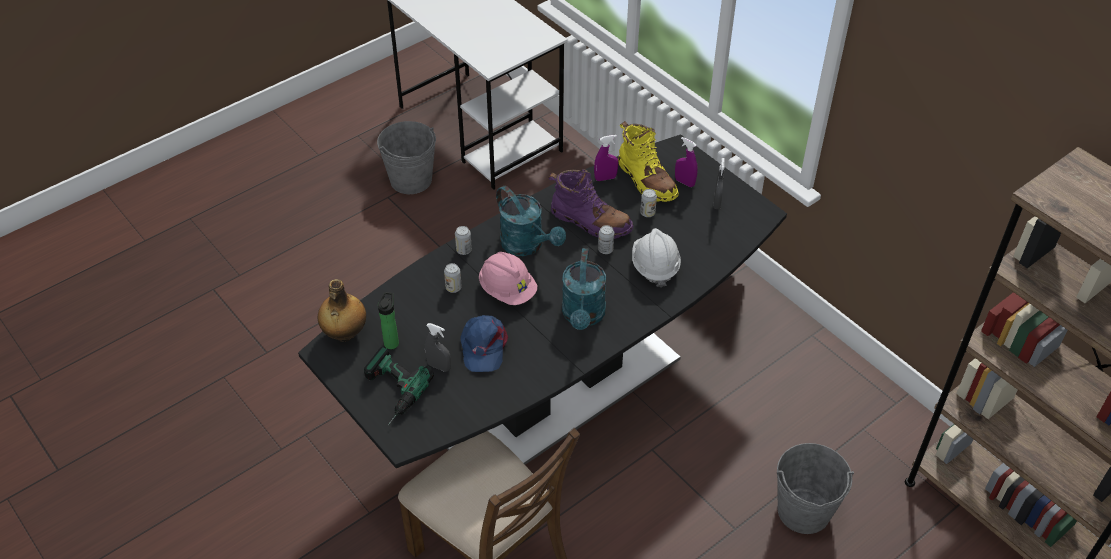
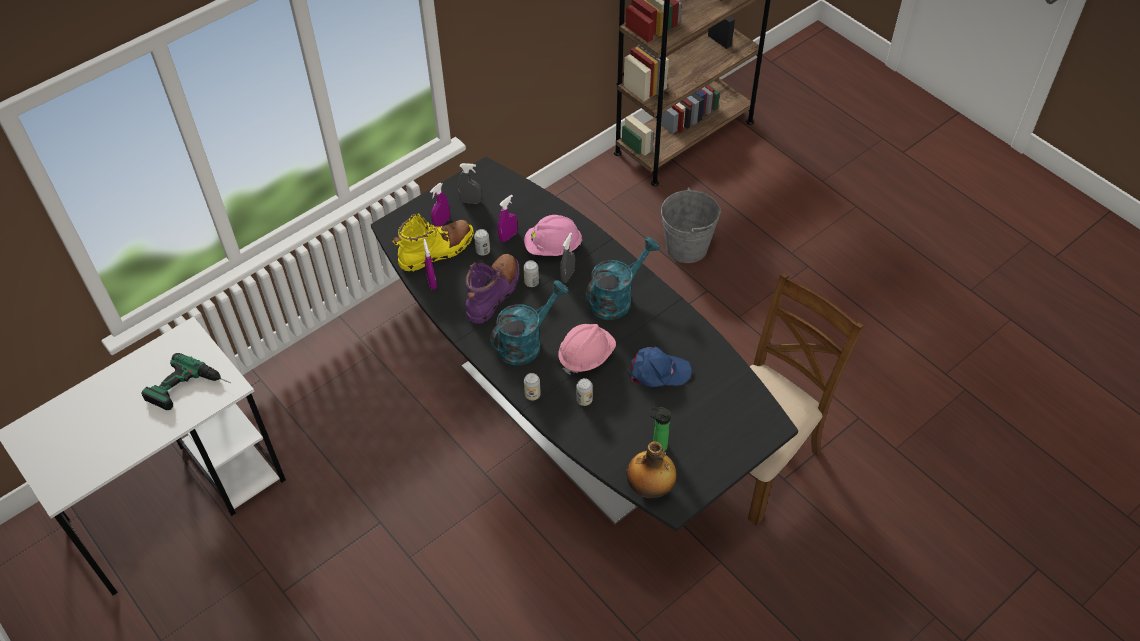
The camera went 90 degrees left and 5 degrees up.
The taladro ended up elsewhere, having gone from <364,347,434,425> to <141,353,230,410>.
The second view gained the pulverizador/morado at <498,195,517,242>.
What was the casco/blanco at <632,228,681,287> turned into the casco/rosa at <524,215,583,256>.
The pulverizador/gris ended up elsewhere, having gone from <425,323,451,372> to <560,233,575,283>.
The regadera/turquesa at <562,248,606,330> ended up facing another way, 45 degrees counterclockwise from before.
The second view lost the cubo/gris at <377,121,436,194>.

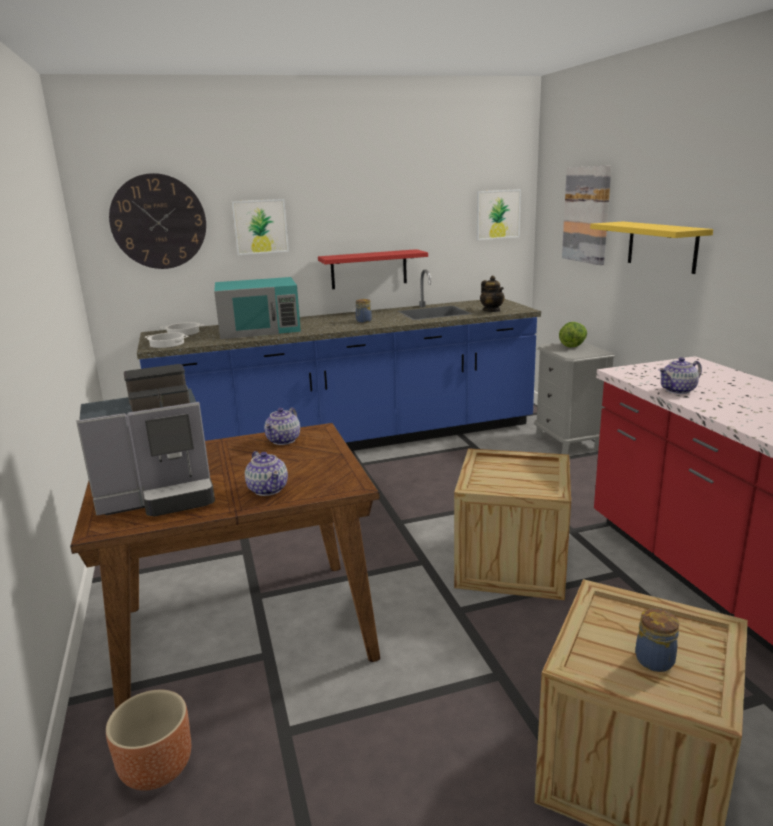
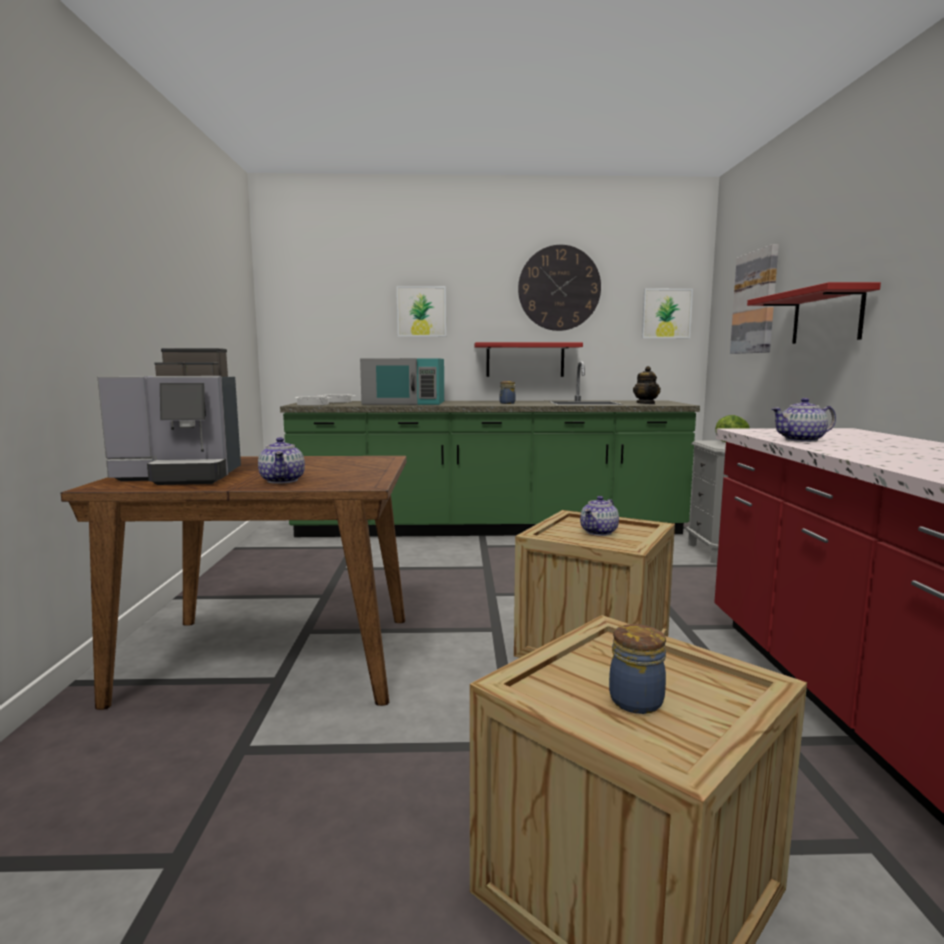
The camera went 15 degrees right and 10 degrees down.
What was the mueble bajo de cocina/azul at <137,269,541,451> turned into the mueble bajo de cocina/verde at <280,361,700,537>.
The reloj de pared ended up elsewhere, having gone from <109,173,206,269> to <518,245,601,331>.
The tetera ended up elsewhere, having gone from <264,407,300,445> to <580,496,619,536>.
What was the estante/amarillo at <590,222,713,274> turned into the estante/rojo at <747,282,881,344>.
The second view lost the maceta/marrón at <106,690,191,790>.

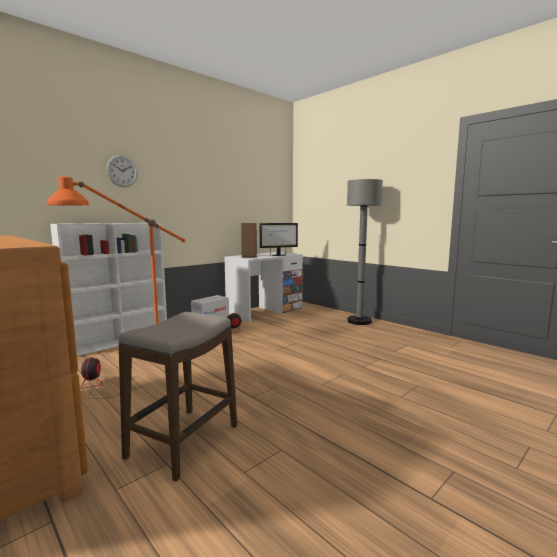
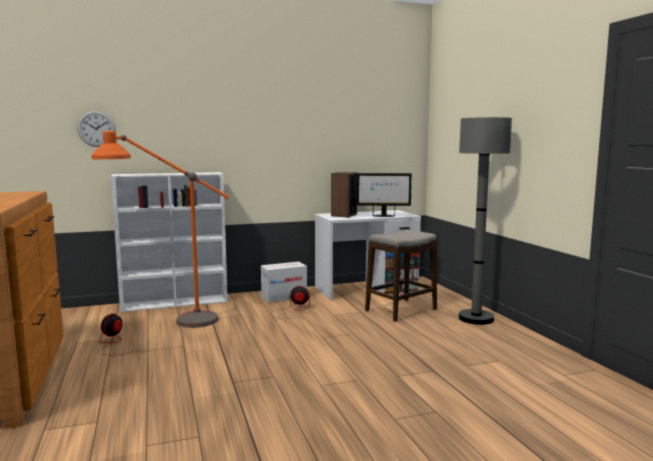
The camera went 25 degrees right and 0 degrees up.
The reloj de pared ended up elsewhere, having gone from <106,155,138,187> to <77,111,116,147>.
The taburete ended up elsewhere, having gone from <119,312,237,482> to <365,230,437,322>.

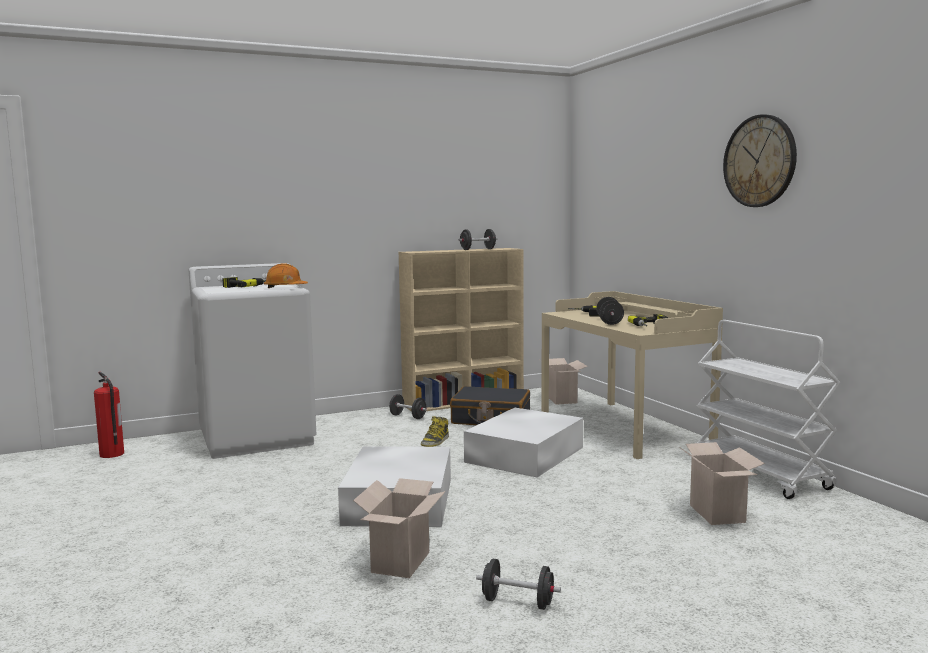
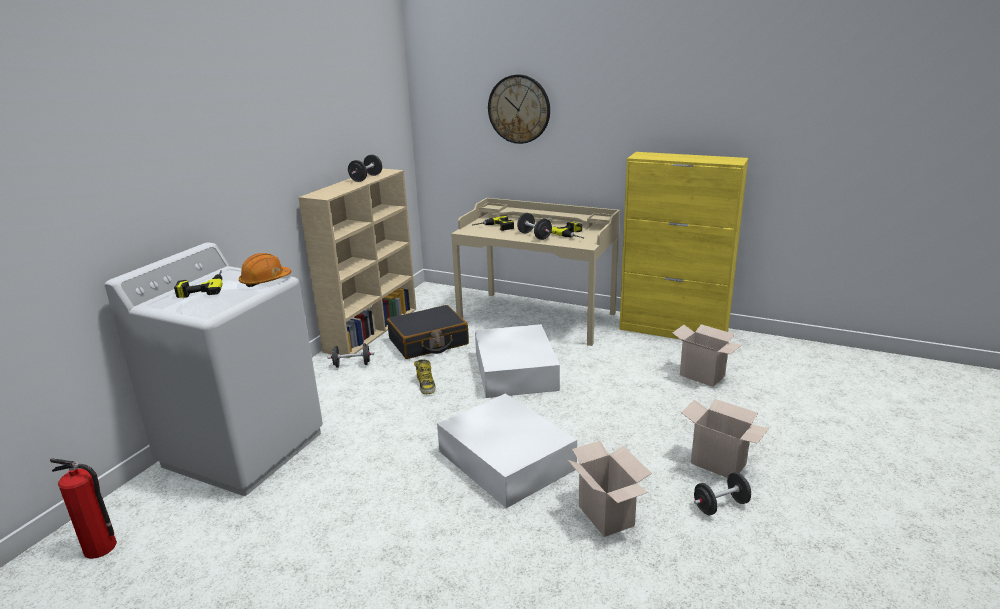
The camera went 40 degrees left and 15 degrees up.
The reloj de pared ended up elsewhere, having gone from <723,114,797,207> to <488,74,550,144>.
Where the carrito/blanco stood at <696,320,841,499>, the armario/amarillo came to stand at <619,152,748,339>.
The caja de cartón ended up elsewhere, having gone from <540,358,588,405> to <681,399,769,478>.

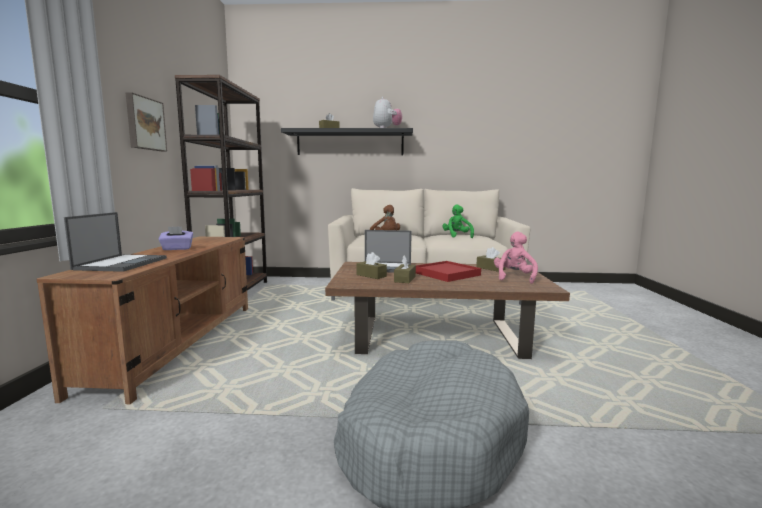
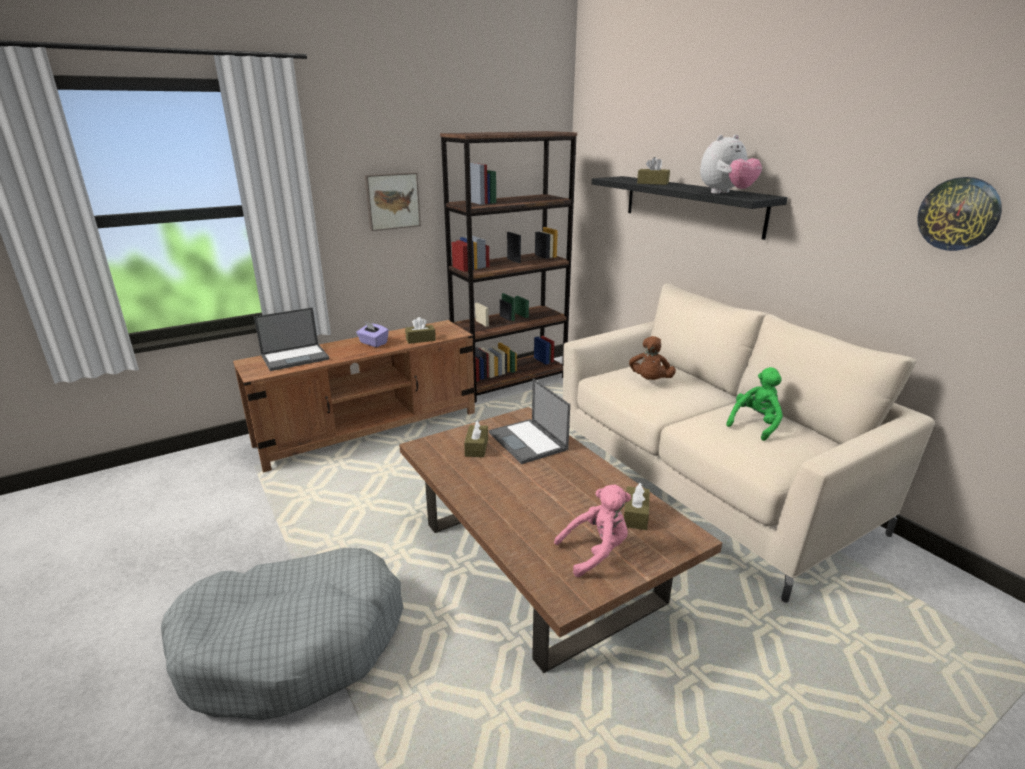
The camera went 55 degrees right and 15 degrees up.
The caja de pañuelos/marrón ended up elsewhere, having gone from <394,255,416,283> to <405,317,436,344>.
The second view gained the reloj de pared at <917,177,1002,251>.
The second view lost the bandeja/rojo at <416,261,481,282>.

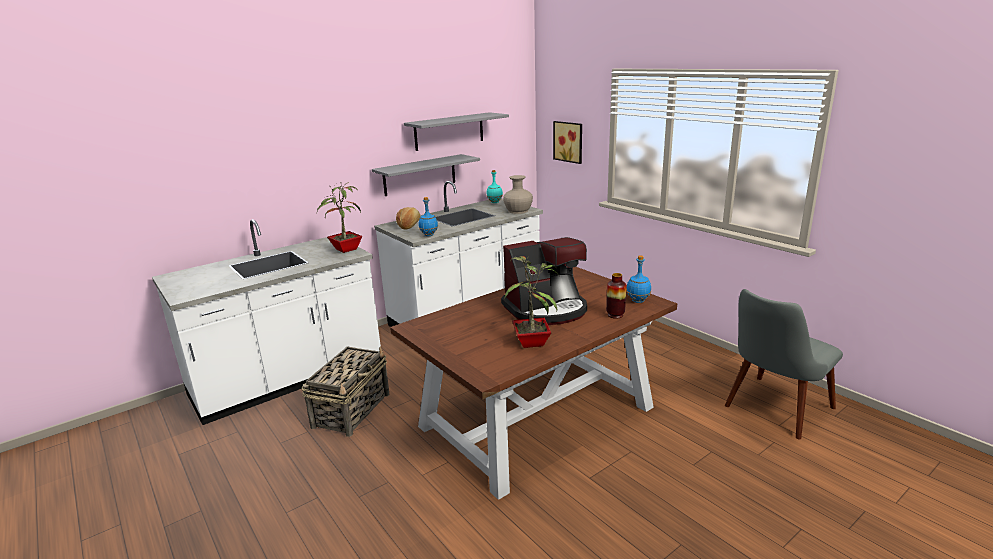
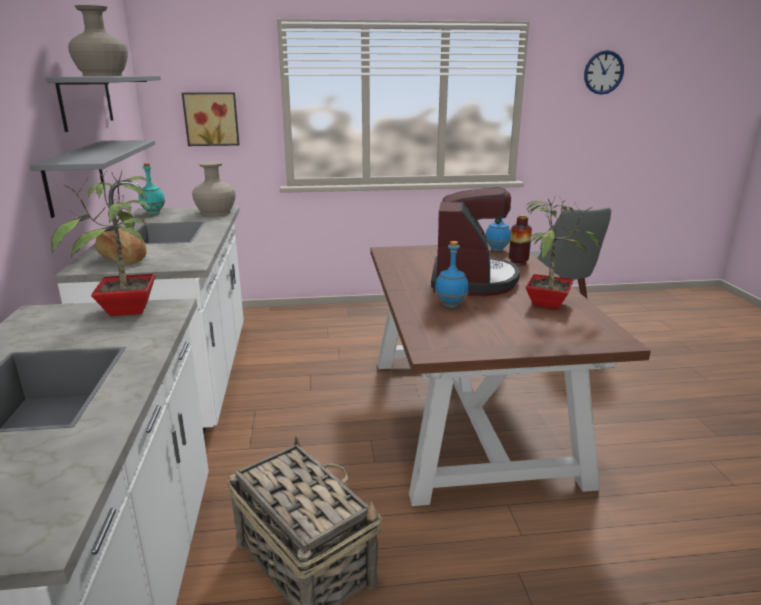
The camera went 60 degrees left and 0 degrees up.
The second view gained the florero/beis at <68,5,128,76>.
The botella/azul ended up elsewhere, having gone from <418,197,438,236> to <435,241,468,308>.
The second view gained the reloj de pared at <584,50,624,95>.

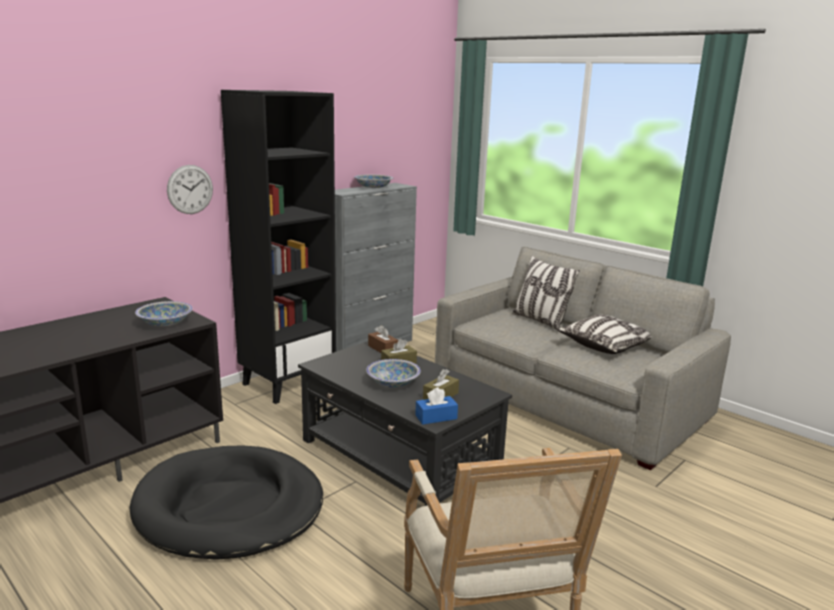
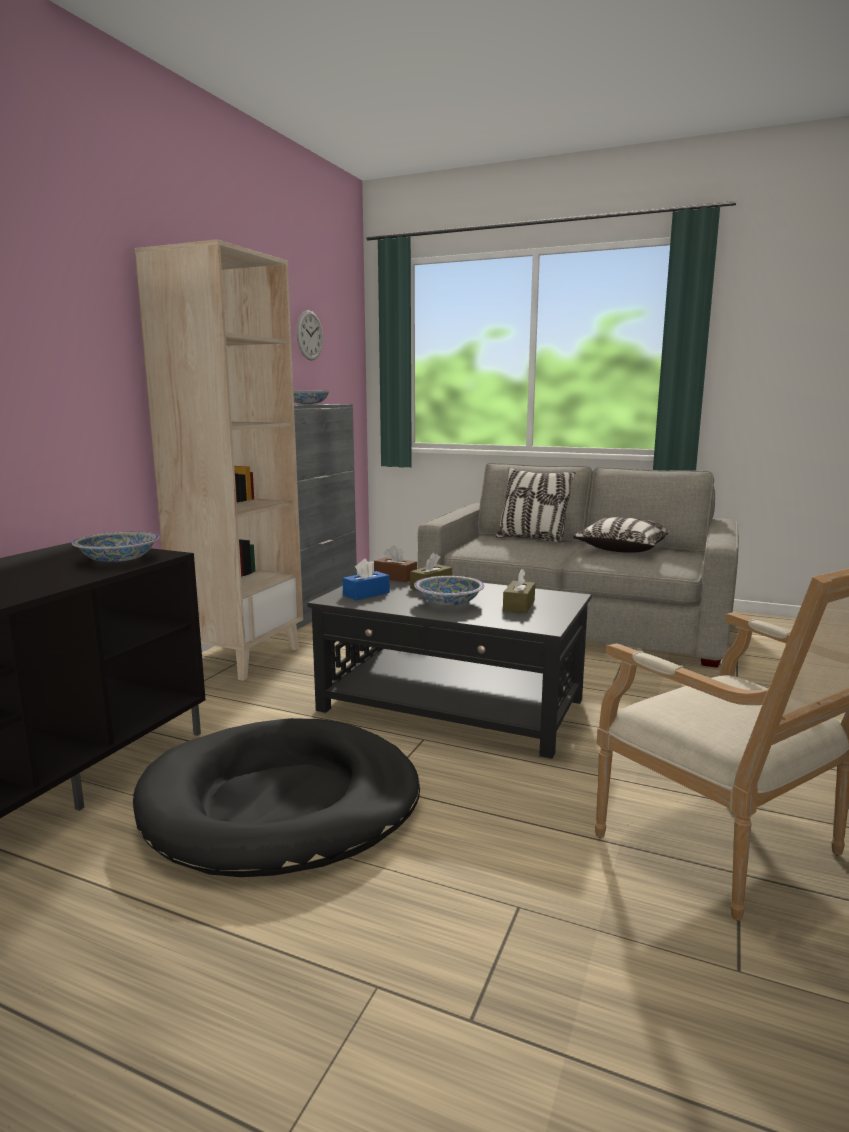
The camera went 20 degrees left and 5 degrees down.
What was the estantería/negro at <221,90,336,404> turned into the estantería/beis at <135,239,303,681>.
The reloj de pared ended up elsewhere, having gone from <167,165,213,214> to <296,310,323,360>.
The caja de pañuelos/azul ended up elsewhere, having gone from <415,387,458,425> to <343,559,390,600>.

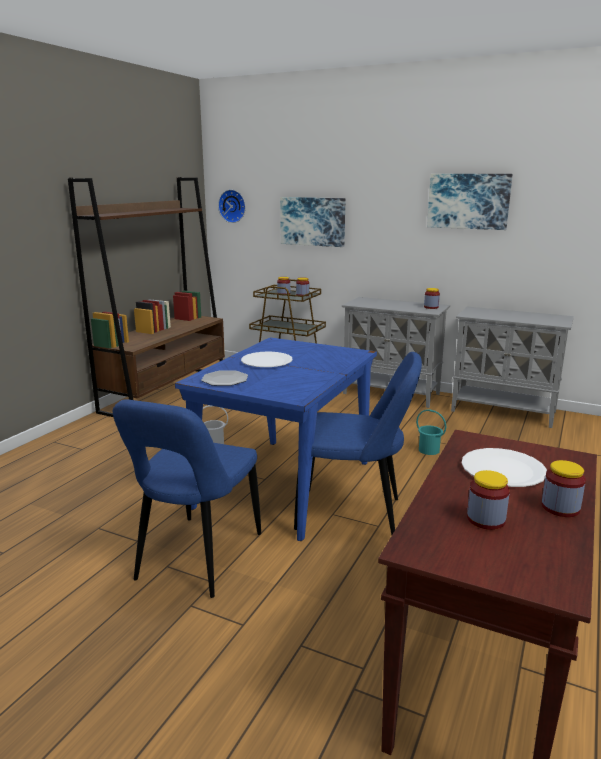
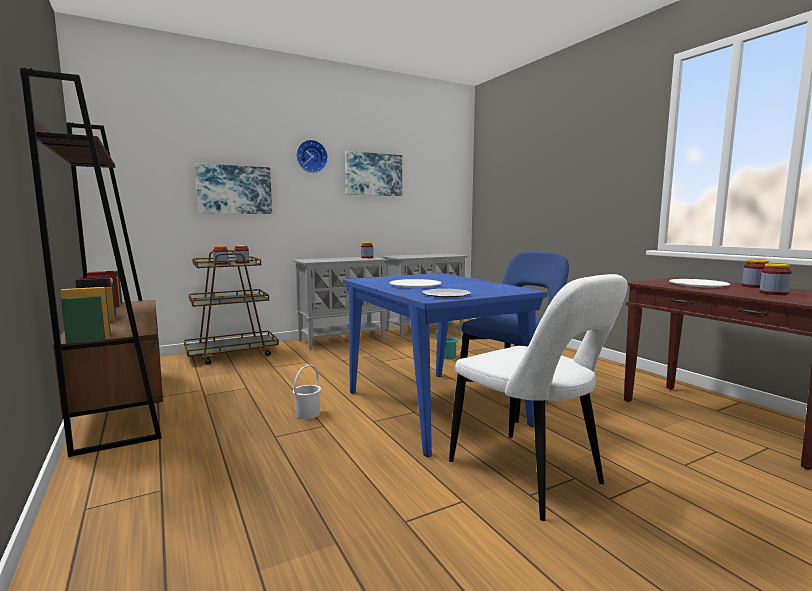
The camera went 55 degrees left and 10 degrees down.
The reloj de pared ended up elsewhere, having gone from <218,190,246,223> to <296,140,328,173>.
What was the silla/azul at <113,399,261,598> turned into the silla/blanco at <449,274,628,521>.

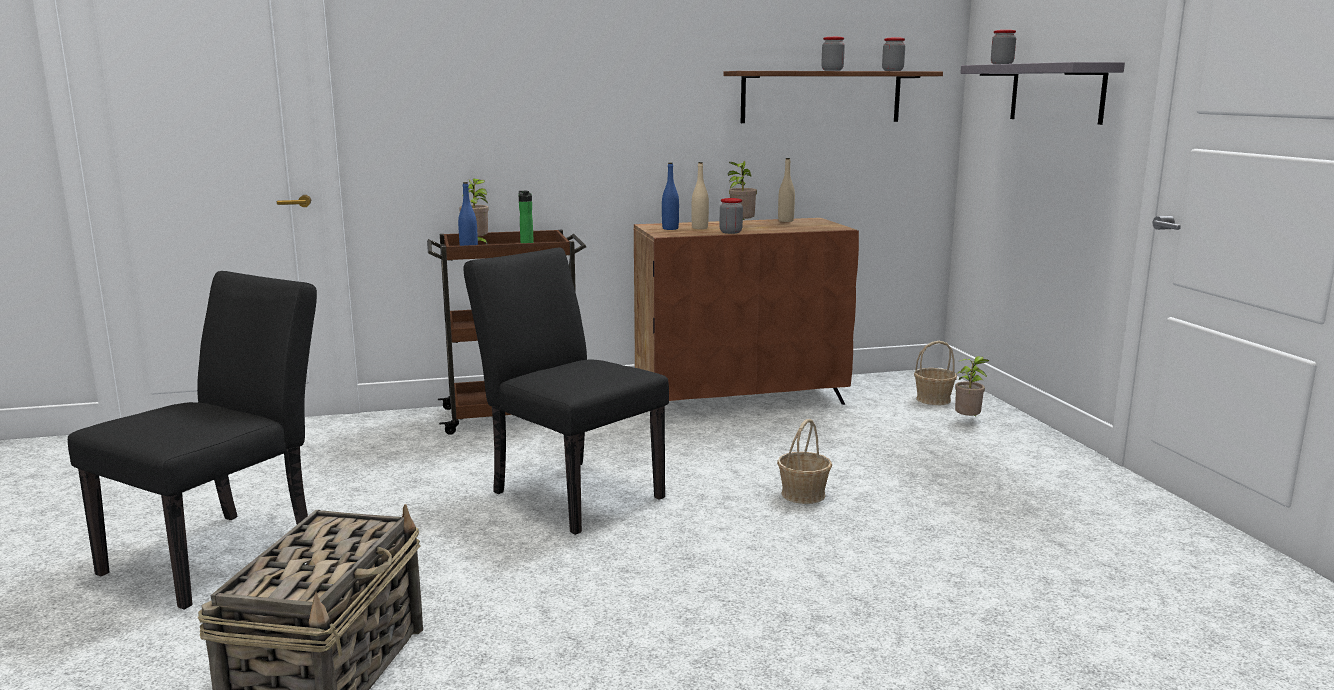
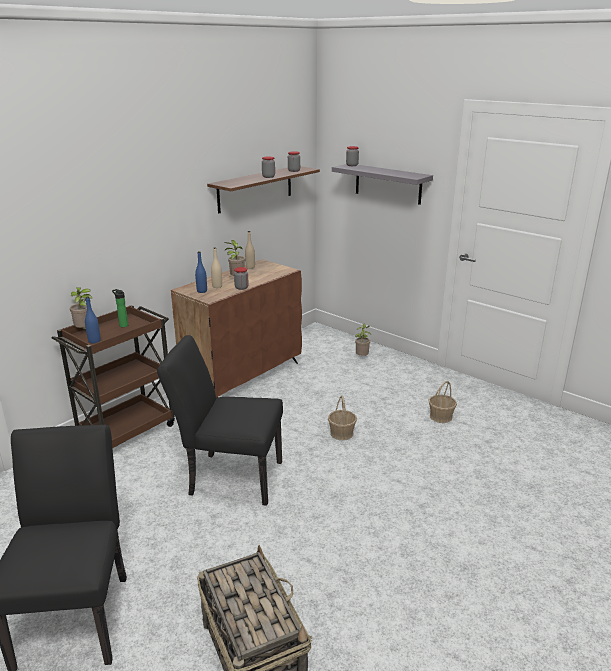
The camera went 35 degrees left and 10 degrees up.
The cesta ended up elsewhere, having gone from <914,341,957,405> to <429,381,457,423>.

